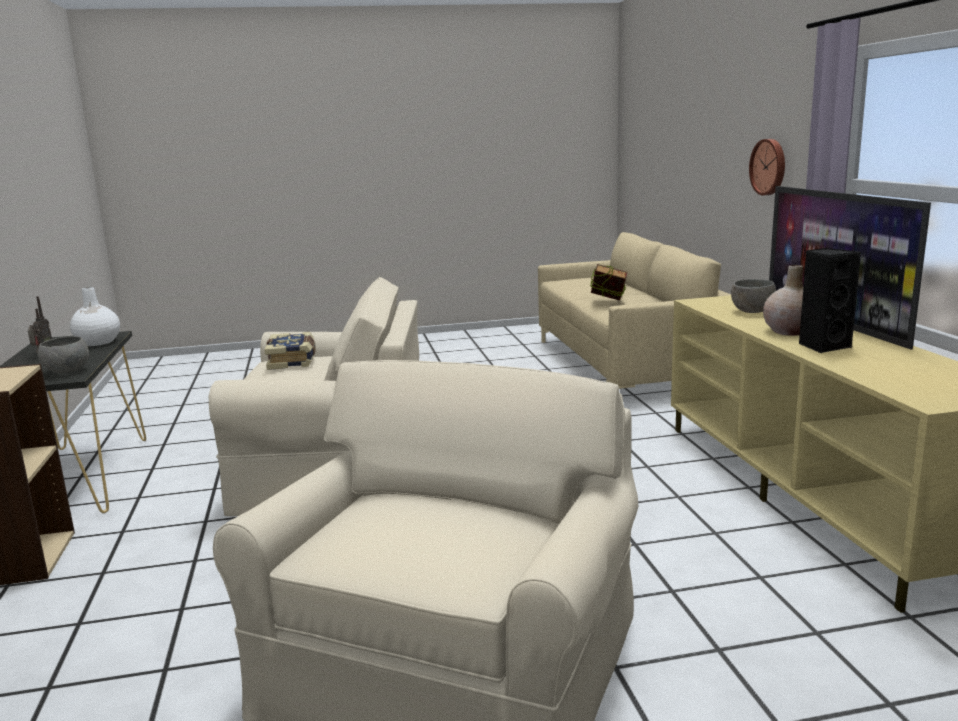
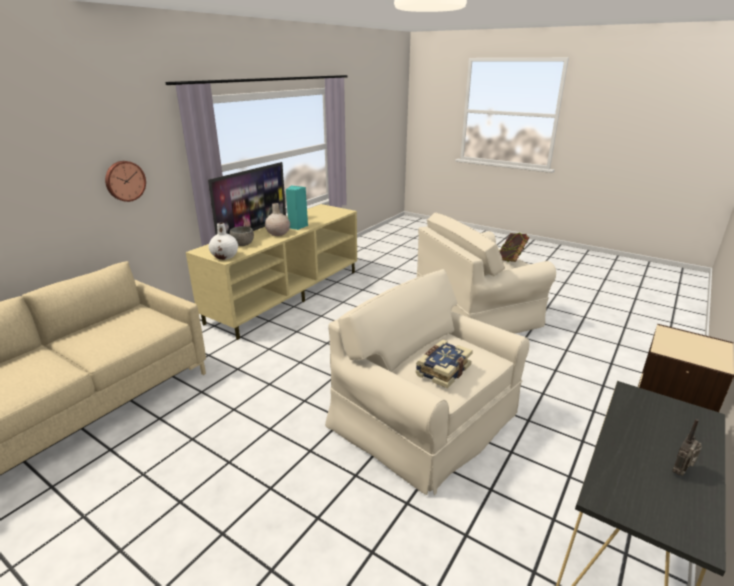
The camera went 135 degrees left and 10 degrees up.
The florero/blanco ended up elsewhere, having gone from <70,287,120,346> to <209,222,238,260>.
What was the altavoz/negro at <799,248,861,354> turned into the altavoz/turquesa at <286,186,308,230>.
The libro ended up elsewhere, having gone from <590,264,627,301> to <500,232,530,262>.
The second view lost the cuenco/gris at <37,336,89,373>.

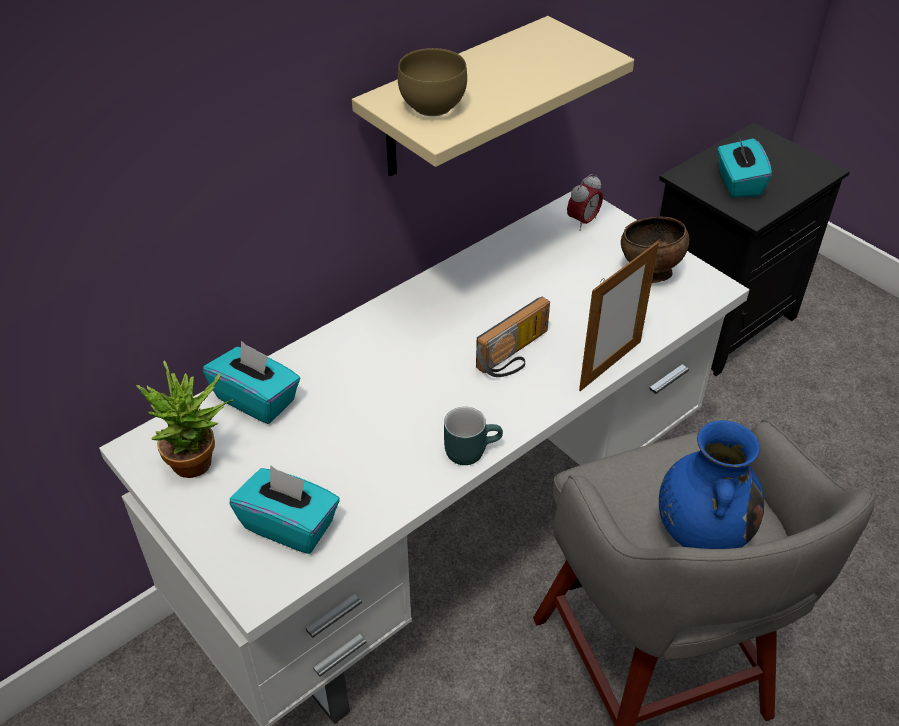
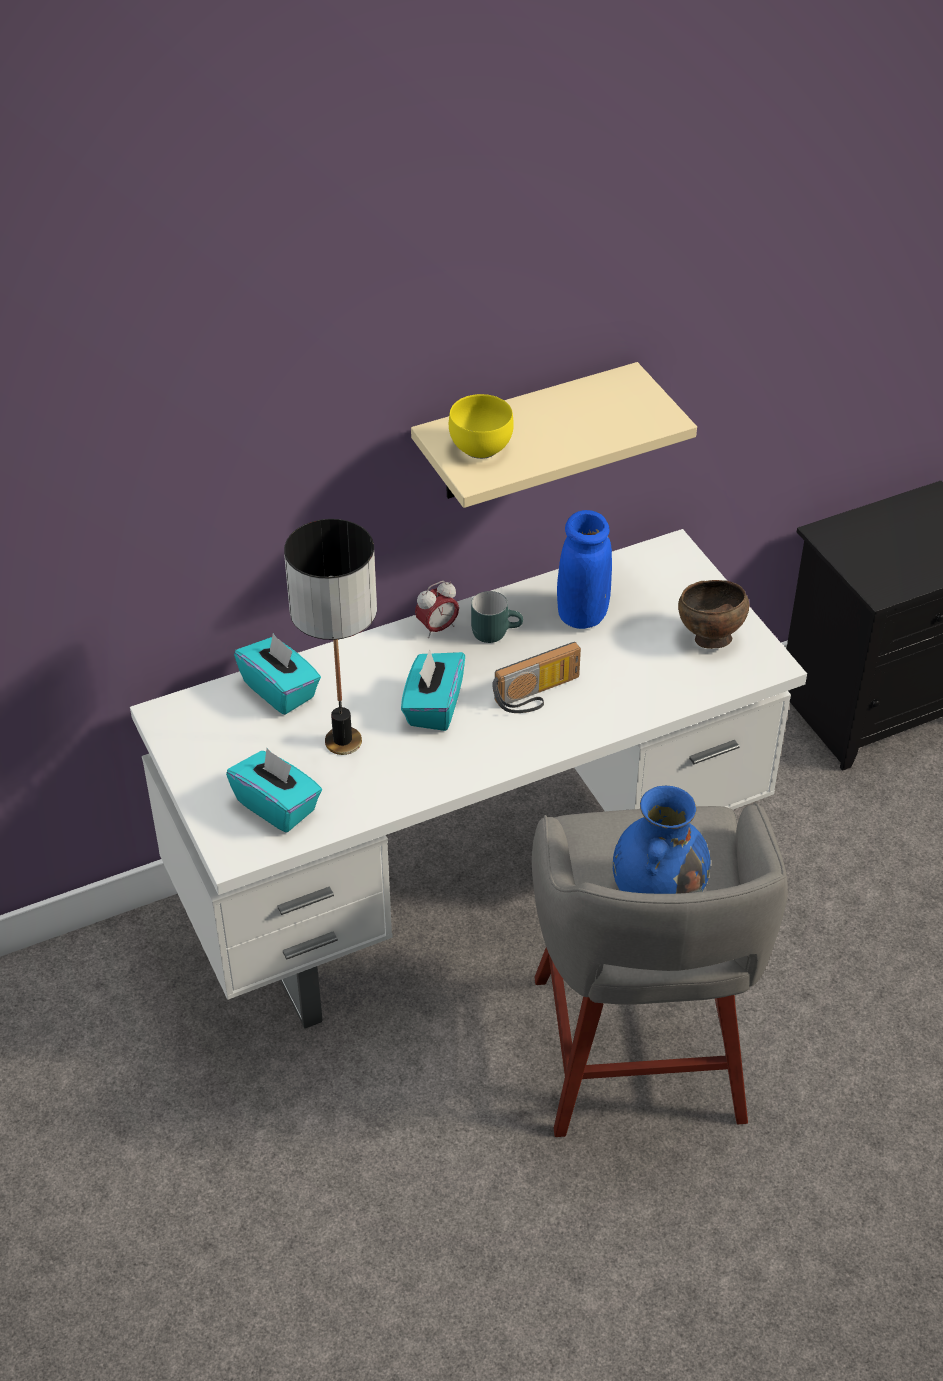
The camera went 15 degrees right and 0 degrees up.
The second view gained the lámpara de mesa at <284,519,377,755>.
The caja de pañuelos/turquesa ended up elsewhere, having gone from <718,138,772,197> to <401,649,465,731>.
The despertador ended up elsewhere, having gone from <567,174,603,231> to <415,581,459,638>.
What was the cuenco/marrón at <398,48,467,116> turned into the cuenco/amarillo at <449,394,514,459>.
The taza grande/turquesa ended up elsewhere, having gone from <444,407,503,465> to <471,591,523,643>.
The second view gained the florero/azul at <557,510,612,629>.
The second view lost the planta en maceta at <136,360,233,478>.
The second view lost the portarretratos at <579,242,659,391>.

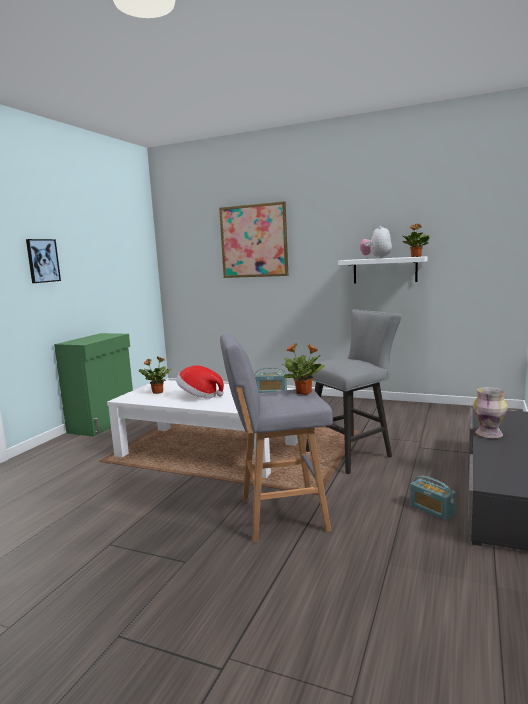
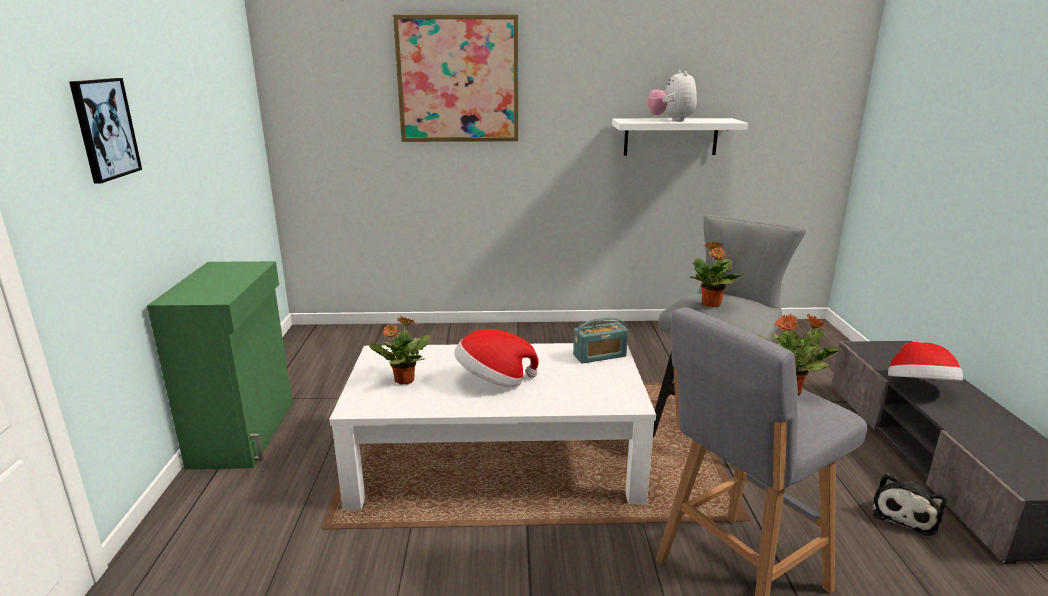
The camera went 25 degrees left and 10 degrees up.
The planta en maceta ended up elsewhere, having gone from <402,224,429,257> to <690,242,744,307>.
Where the radio stood at <410,476,456,521>, the peluche came to stand at <872,473,947,536>.
Where the florero stood at <473,387,508,438>, the sombrero came to stand at <888,342,963,381>.

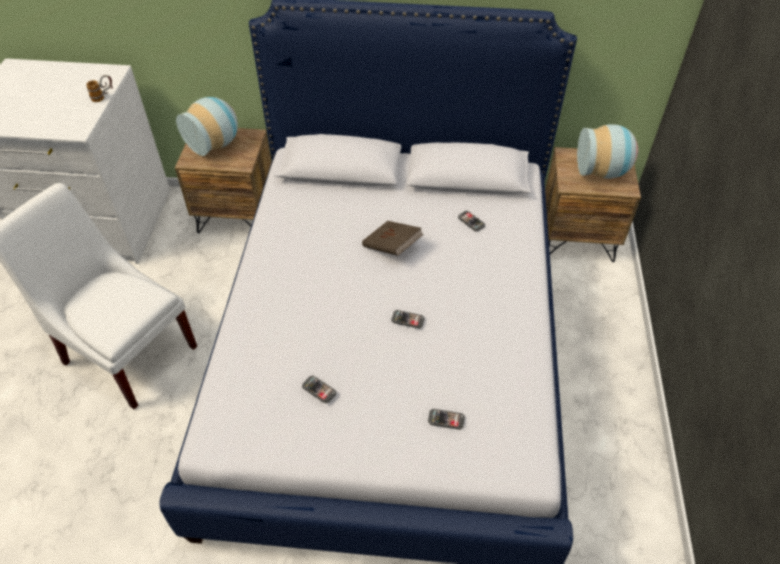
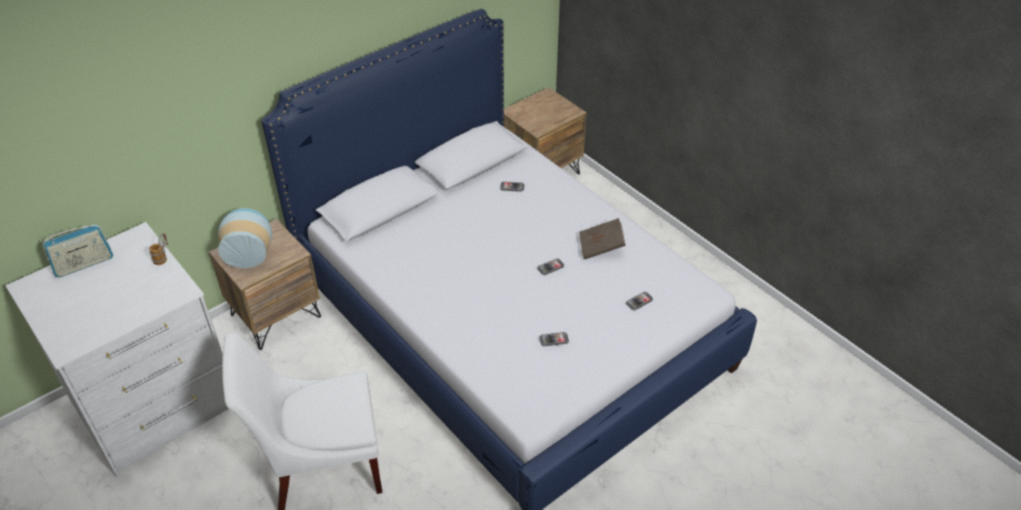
The camera went 45 degrees left and 5 degrees down.
The second view gained the radio at <43,224,113,277>.
The libro/marrón ended up elsewhere, having gone from <362,221,424,256> to <579,218,626,259>.
The second view lost the florero at <577,124,638,179>.

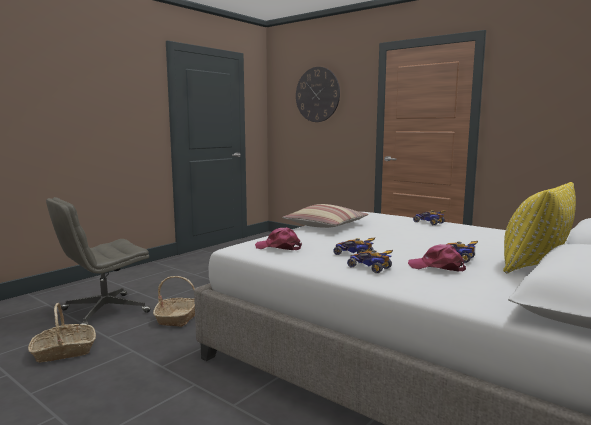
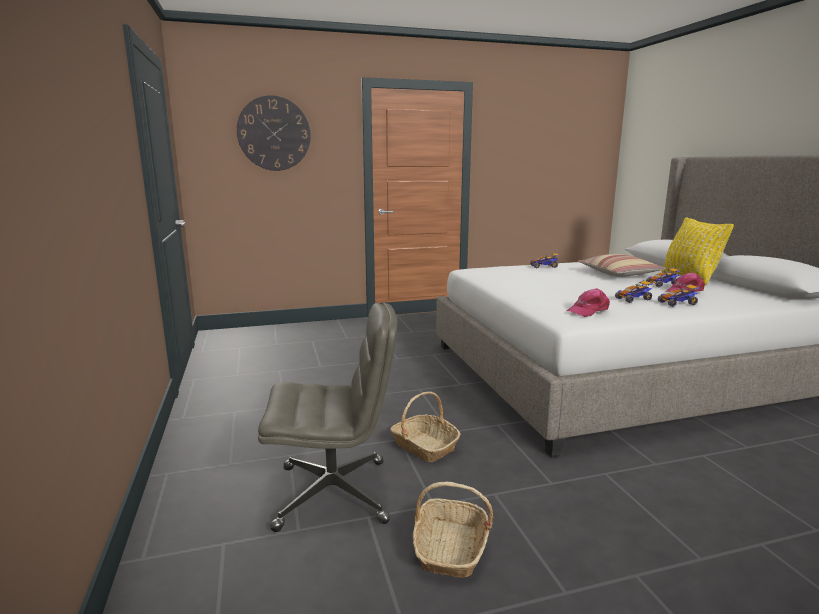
The camera went 55 degrees left and 5 degrees up.
The silla de oficina/gris at <46,197,151,325> ended up facing another way, 90 degrees counterclockwise from before.
The cojín ended up elsewhere, having gone from <282,204,369,228> to <577,254,667,277>.

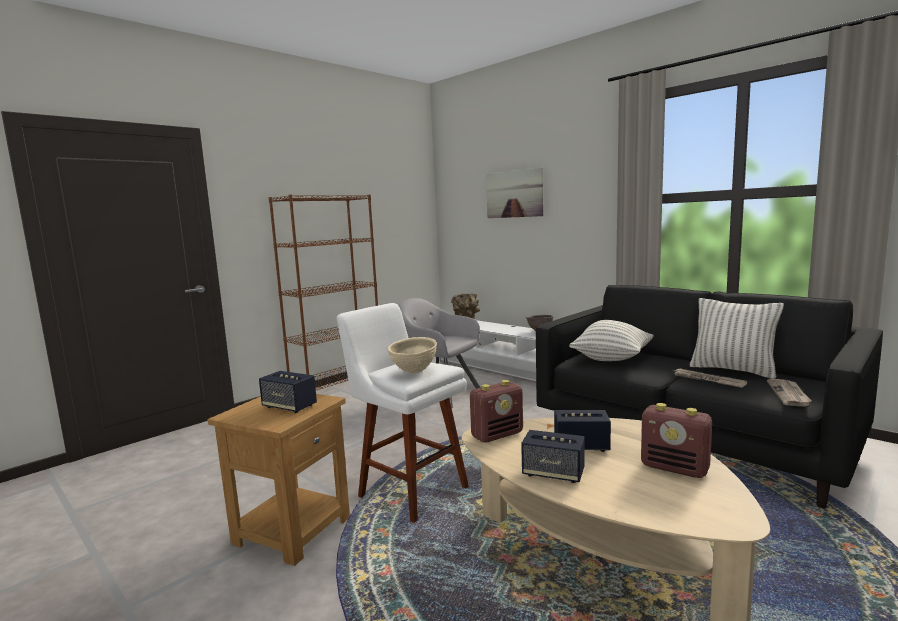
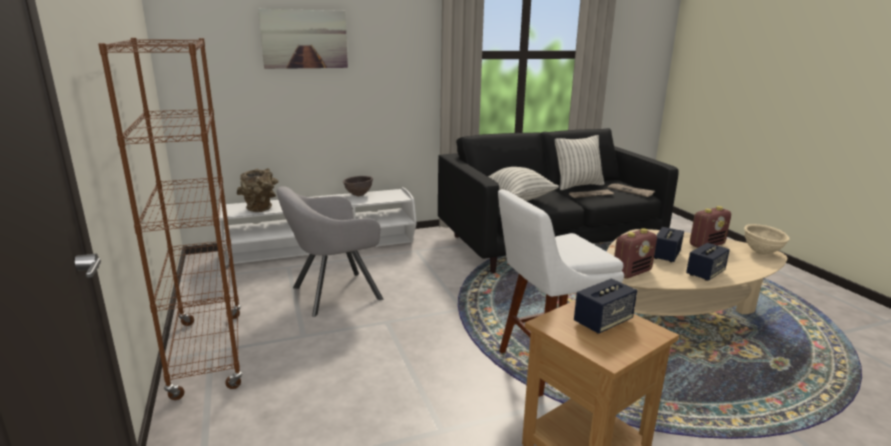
The camera went 65 degrees left and 10 degrees up.
The radio at <470,380,523,443> ended up facing another way, 60 degrees clockwise from before.
The cuenco/beis ended up elsewhere, having gone from <387,337,437,373> to <744,224,790,254>.

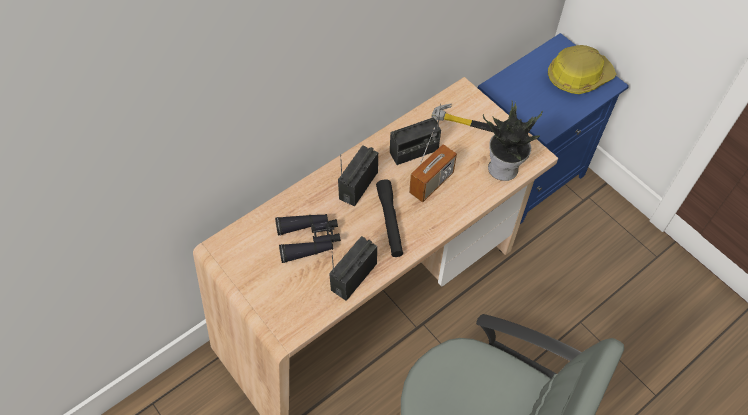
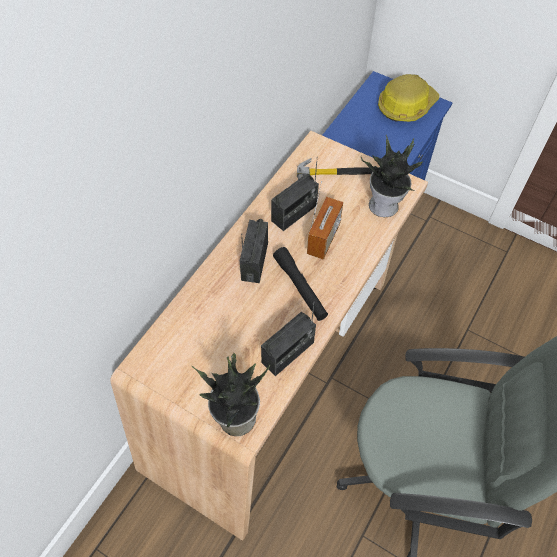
The camera went 20 degrees left and 0 degrees up.
The second view gained the planta en maceta at <192,353,270,436>.
The radio at <329,236,377,301> ended up facing another way, 150 degrees counterclockwise from before.
The second view lost the prismáticos/negro at <275,214,341,263>.

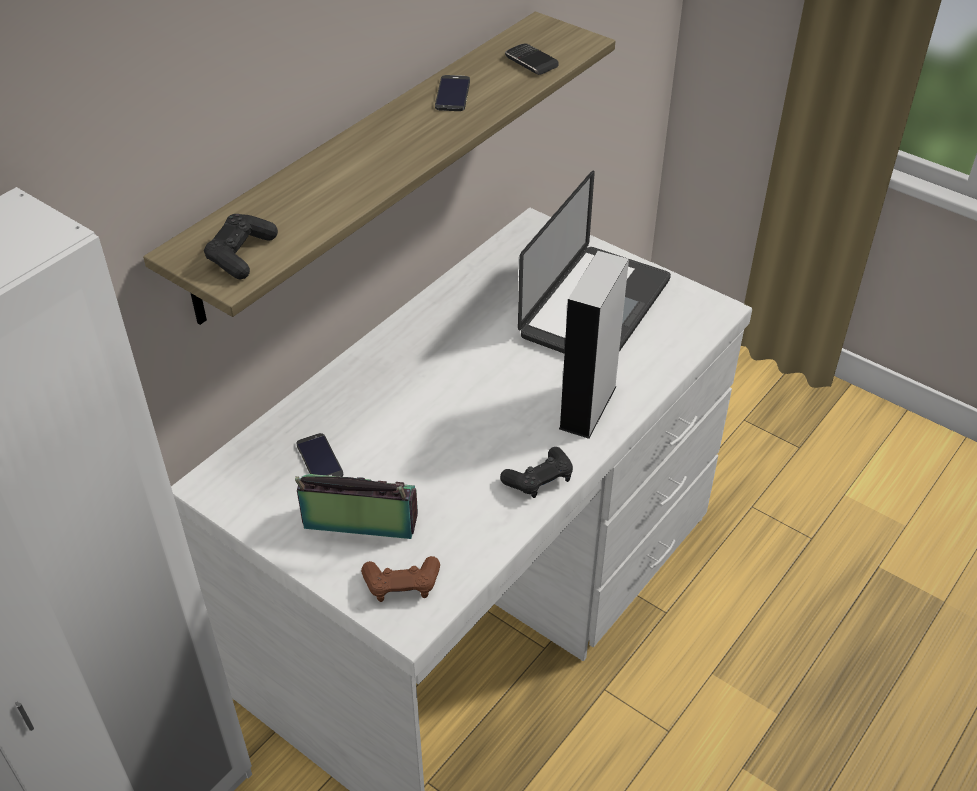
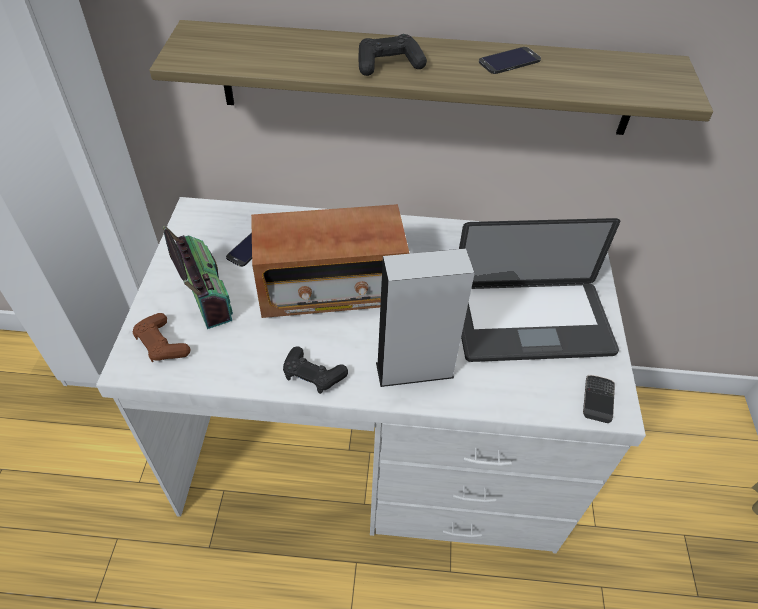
The camera went 55 degrees right and 5 degrees up.
The second view gained the radio at <251,204,409,318>.
The mando de consola/negro ended up elsewhere, having gone from <204,214,278,279> to <358,34,427,76>.
The móvil ended up elsewhere, having gone from <505,43,559,75> to <583,375,615,423>.

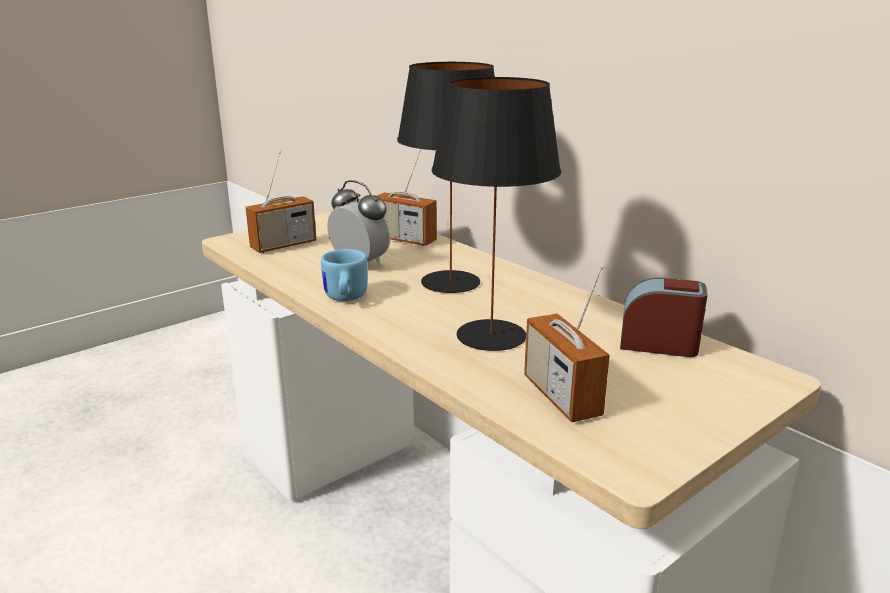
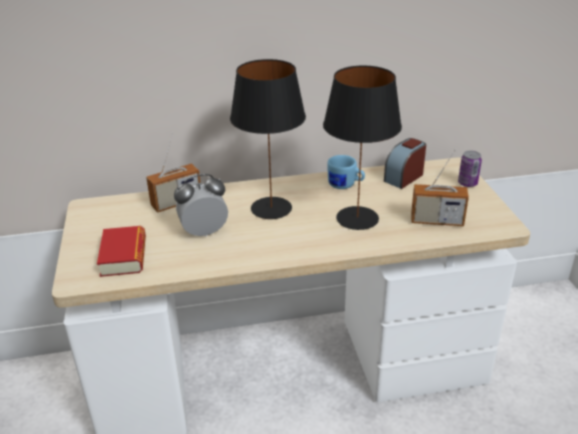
The camera went 60 degrees left and 10 degrees up.
Where the radio stood at <245,151,316,253>, the libro came to stand at <97,226,146,277>.
The taza grande/azul ended up elsewhere, having gone from <321,249,368,301> to <327,155,365,189>.
The second view gained the lata at <458,151,482,187>.

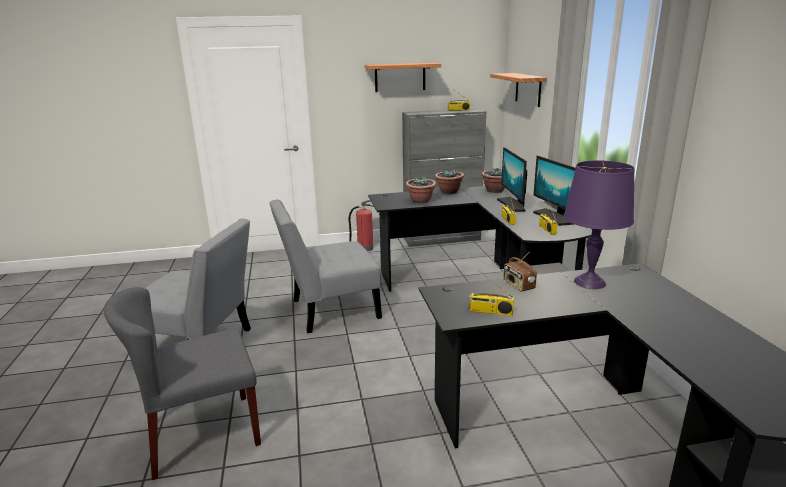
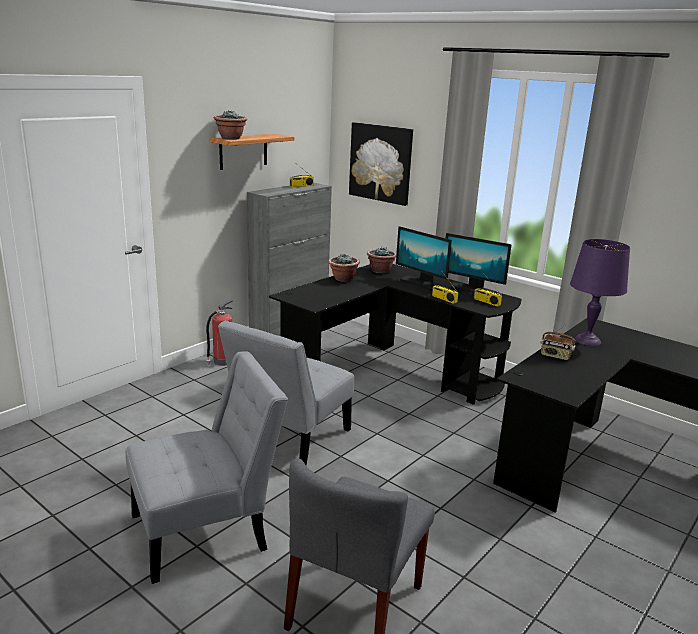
The camera went 40 degrees left and 0 degrees up.
The planta en maceta ended up elsewhere, having gone from <406,177,436,203> to <214,111,247,140>.
Where the estante hung at <490,73,547,107>, the cuadro came to hang at <349,122,413,206>.
The second view lost the radio at <468,271,514,316>.

